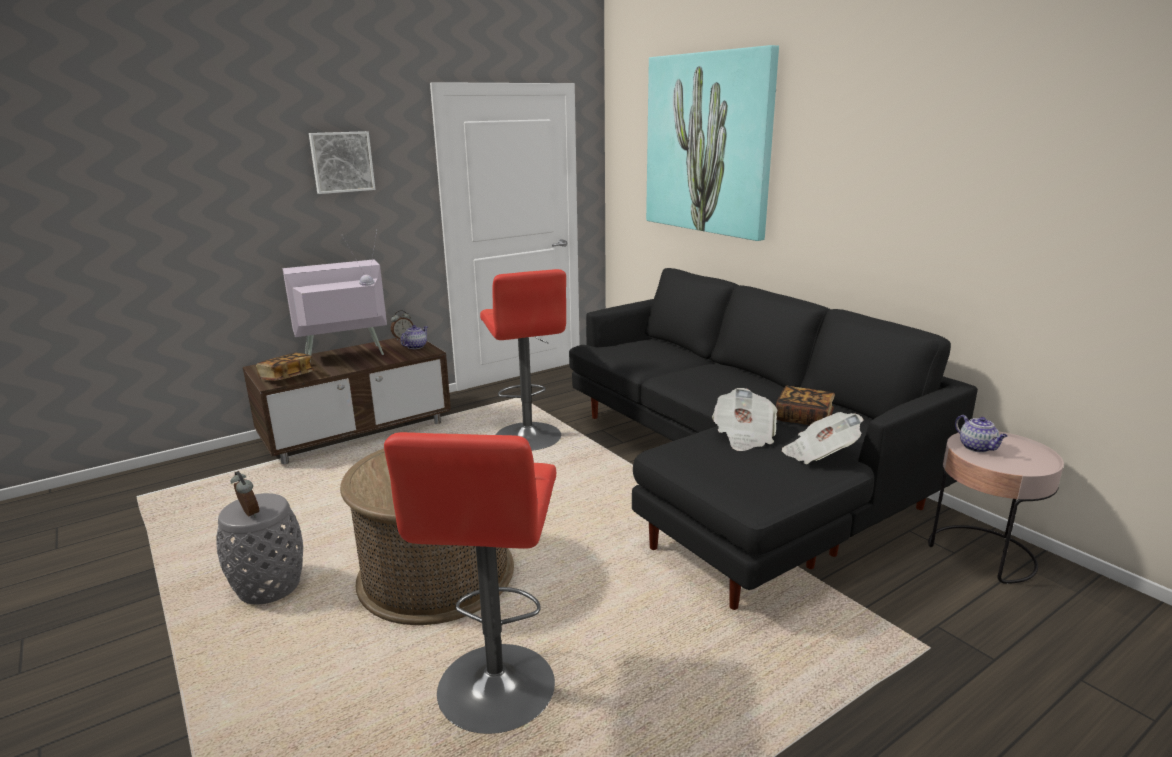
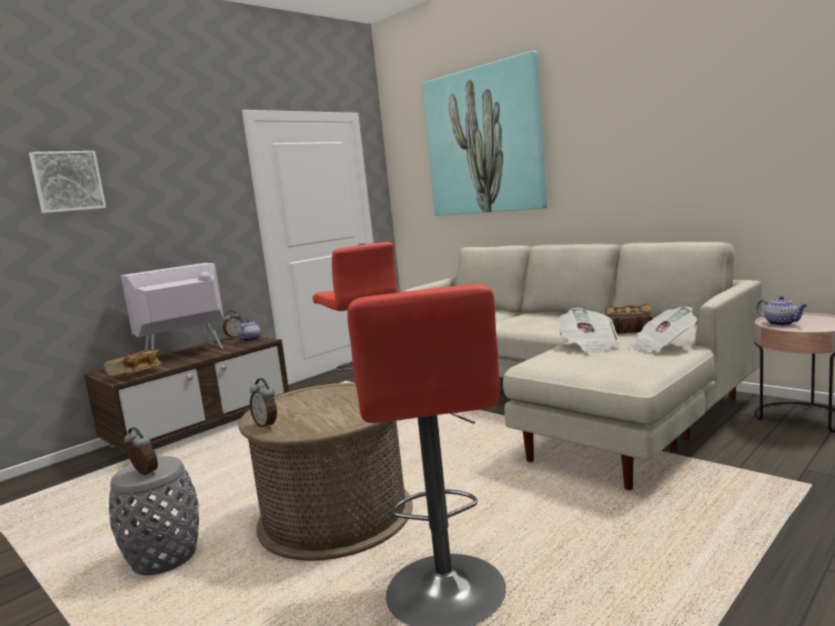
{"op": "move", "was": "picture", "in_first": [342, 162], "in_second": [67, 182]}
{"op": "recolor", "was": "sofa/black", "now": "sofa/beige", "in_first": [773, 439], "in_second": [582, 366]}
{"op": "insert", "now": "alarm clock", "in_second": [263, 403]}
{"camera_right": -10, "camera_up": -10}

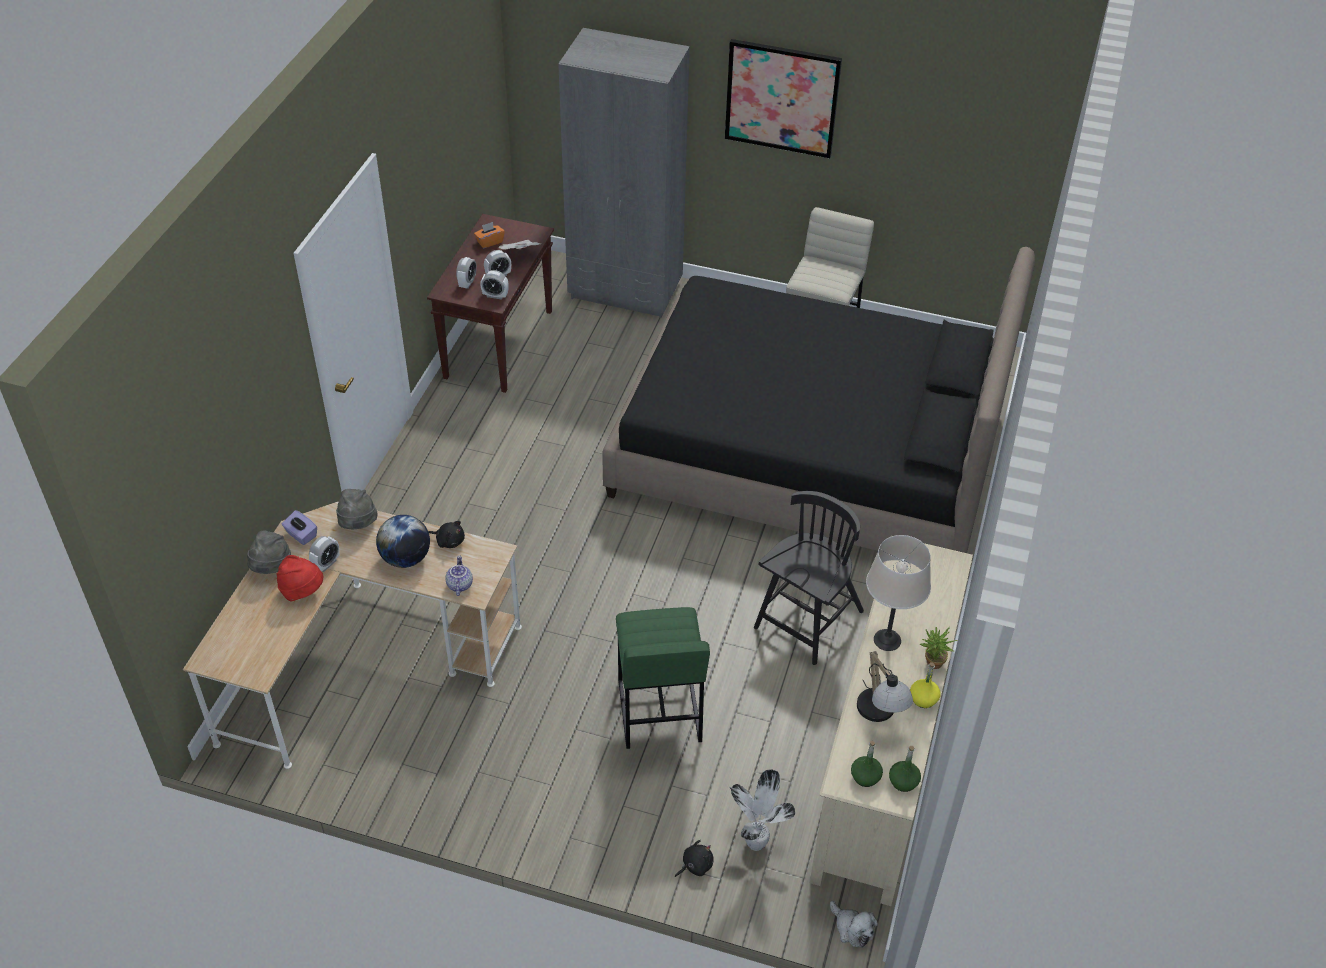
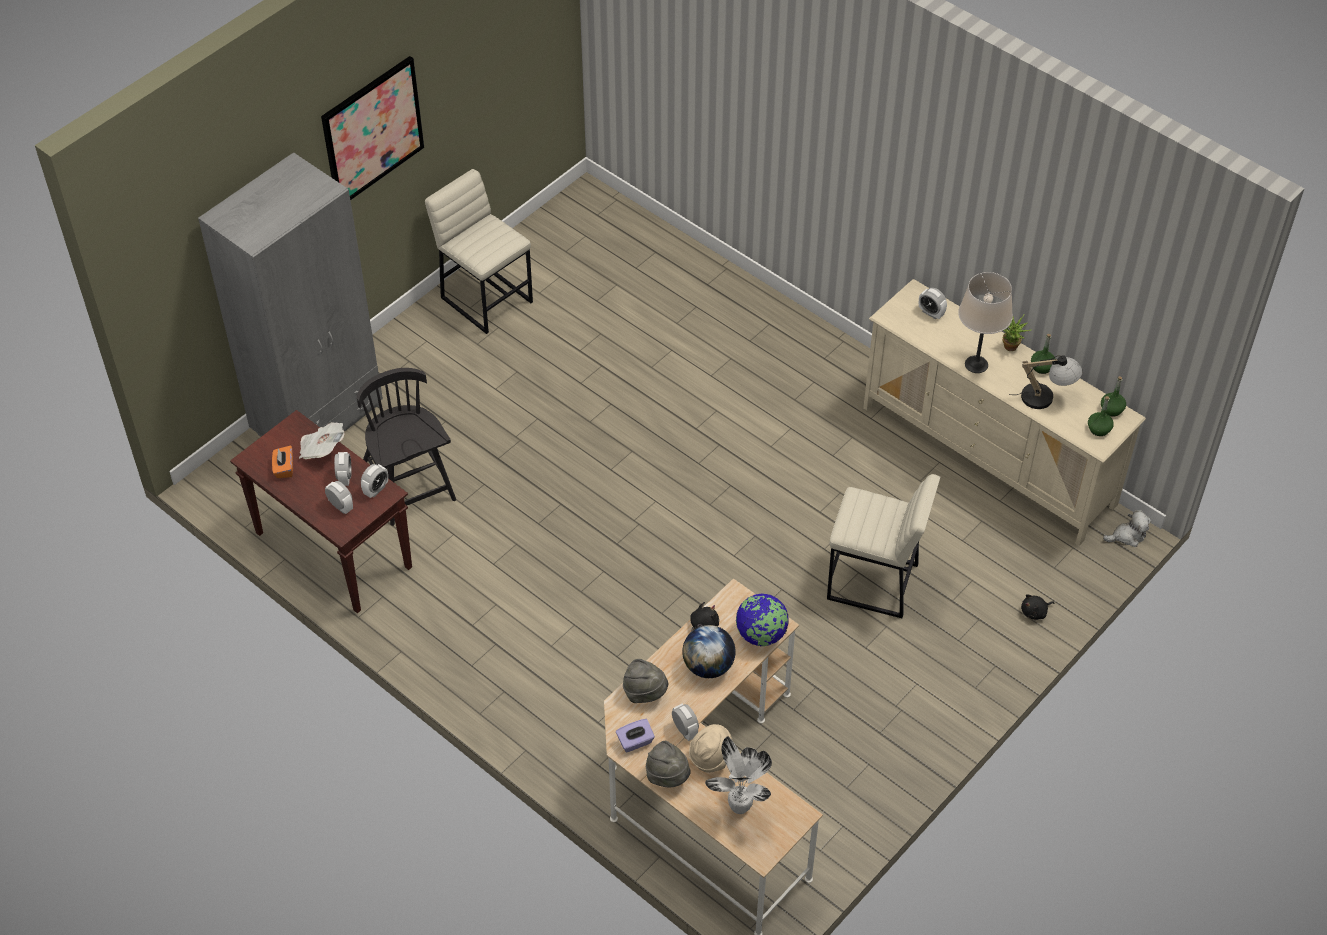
{"op": "delete", "was": "bed/black", "in_first": [819, 400]}
{"op": "move", "was": "chair/black", "in_first": [809, 578], "in_second": [406, 447]}
{"op": "recolor", "was": "hat/red", "now": "hat/beige", "in_first": [300, 578], "in_second": [711, 748]}
{"op": "replace", "was": "teapot", "now": "globe", "in_first": [459, 576], "in_second": [762, 619]}
{"op": "recolor", "was": "chair/green", "now": "chair/beige", "in_first": [663, 678], "in_second": [883, 546]}
{"op": "recolor", "was": "bottle/yellow", "now": "bottle/green", "in_first": [925, 685], "in_second": [1043, 354]}
{"op": "move", "was": "potted plant", "in_first": [762, 810], "in_second": [738, 775]}
{"op": "rotate", "was": "plush toy/black", "in_first": [694, 858], "in_second": [1038, 607], "clockwise": -105}
{"op": "insert", "now": "alarm clock", "in_second": [933, 303]}
{"camera_right": -65, "camera_up": 5}

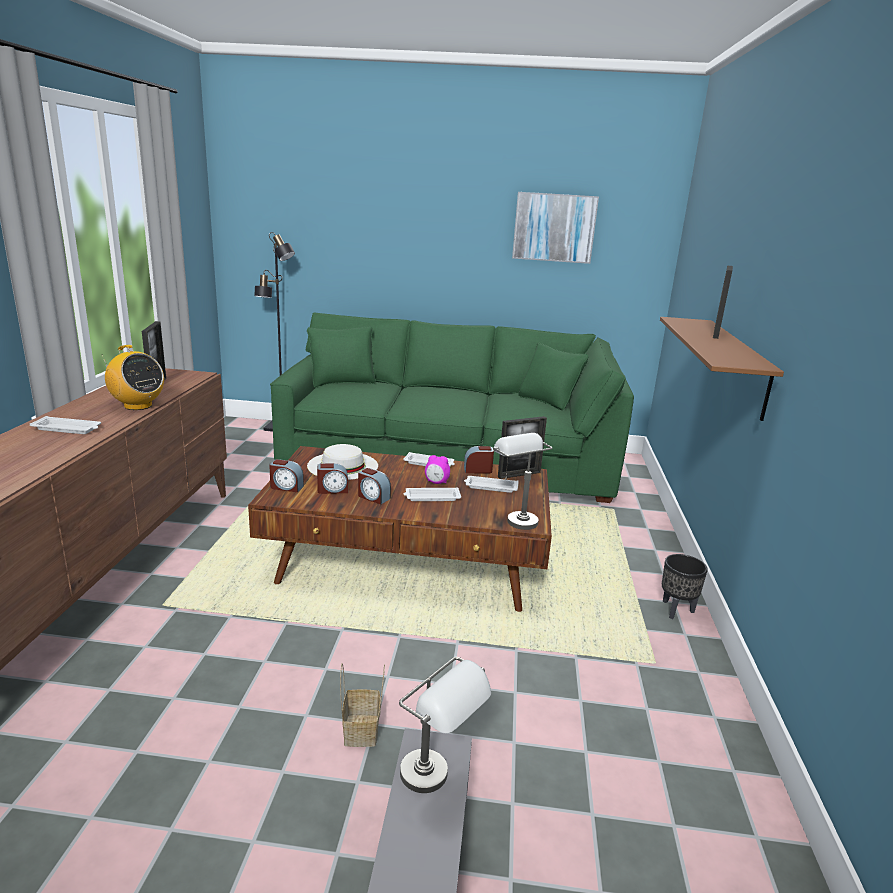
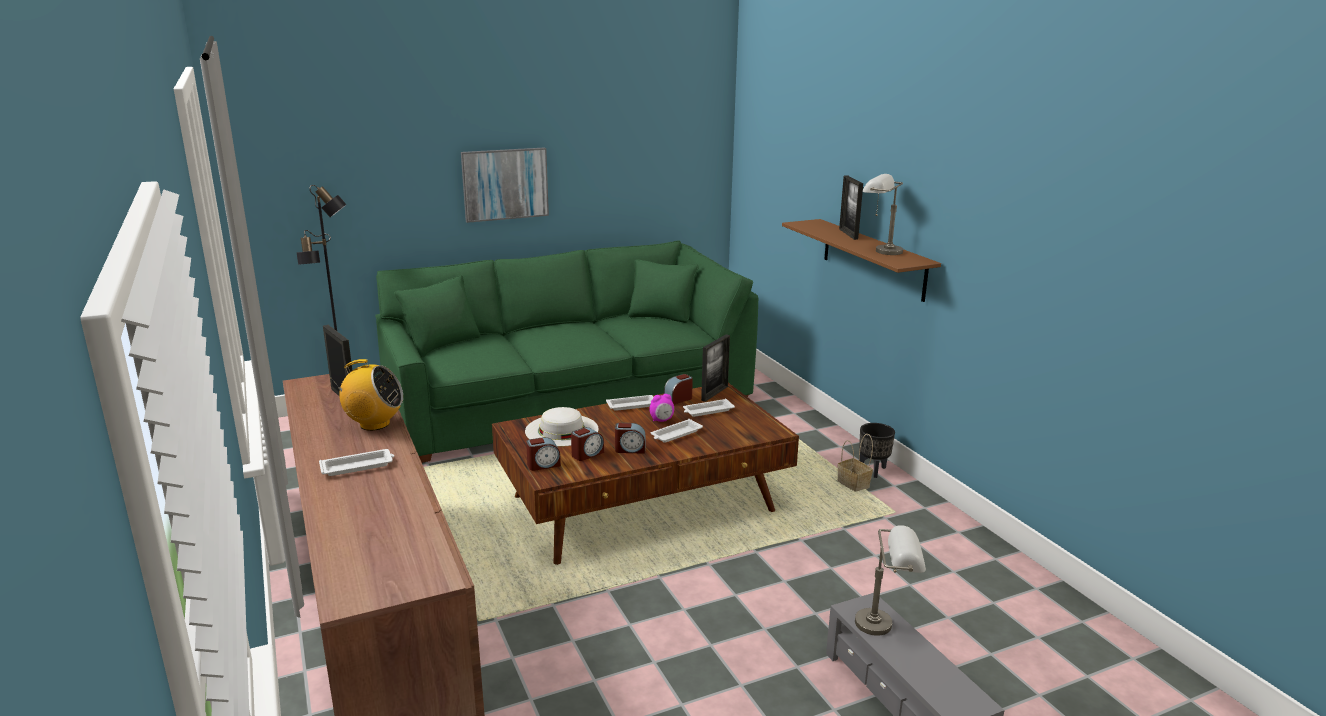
{"op": "move", "was": "picture", "in_first": [555, 228], "in_second": [505, 185]}
{"op": "move", "was": "table lamp/grey", "in_first": [522, 481], "in_second": [882, 214]}
{"op": "move", "was": "basket", "in_first": [362, 705], "in_second": [855, 463]}
{"camera_right": -30, "camera_up": 0}

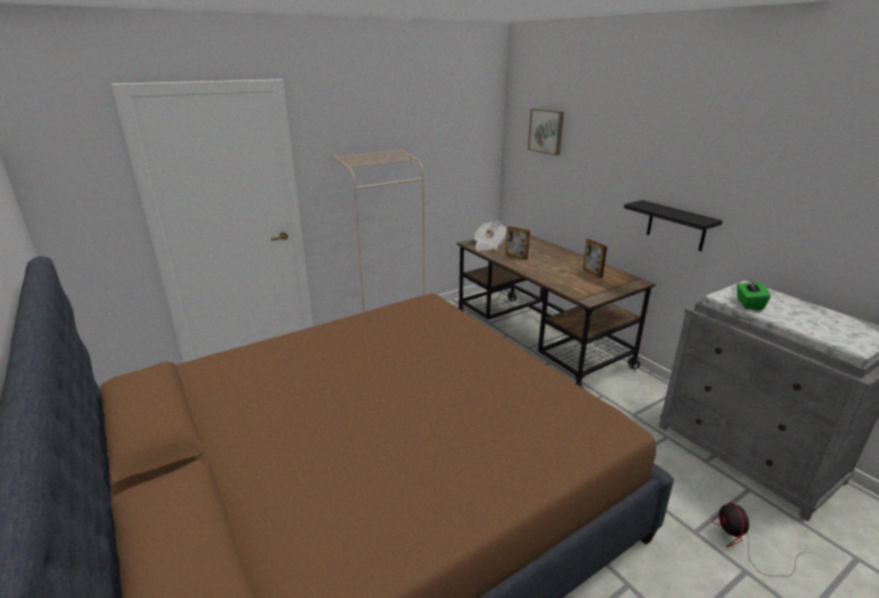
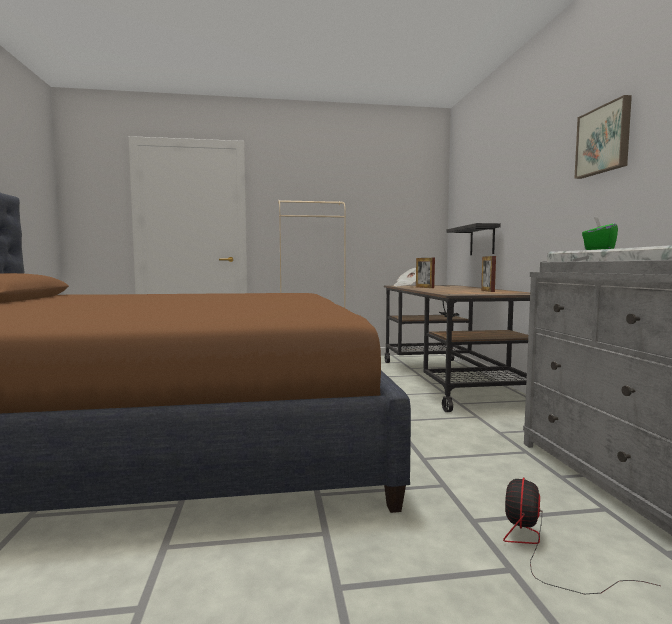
{"op": "move", "was": "picture", "in_first": [546, 132], "in_second": [603, 137]}
{"op": "move", "was": "shelf/black", "in_first": [673, 225], "in_second": [473, 239]}
{"camera_right": 25, "camera_up": -20}

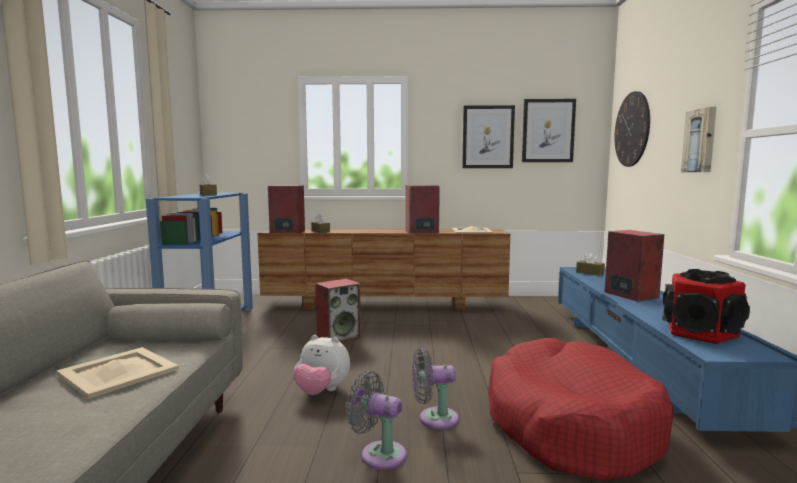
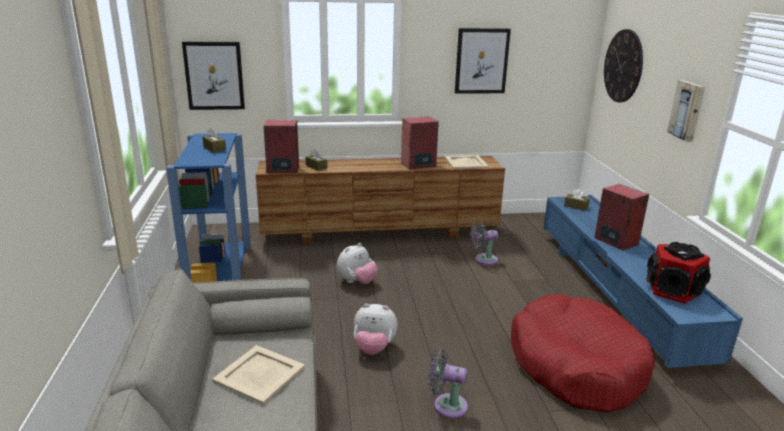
{"op": "move", "was": "picture", "in_first": [549, 130], "in_second": [213, 76]}
{"op": "replace", "was": "speaker", "now": "plush toy", "in_first": [338, 311], "in_second": [357, 263]}
{"op": "move", "was": "fan/grey", "in_first": [435, 388], "in_second": [484, 243]}
{"camera_right": -10, "camera_up": 15}

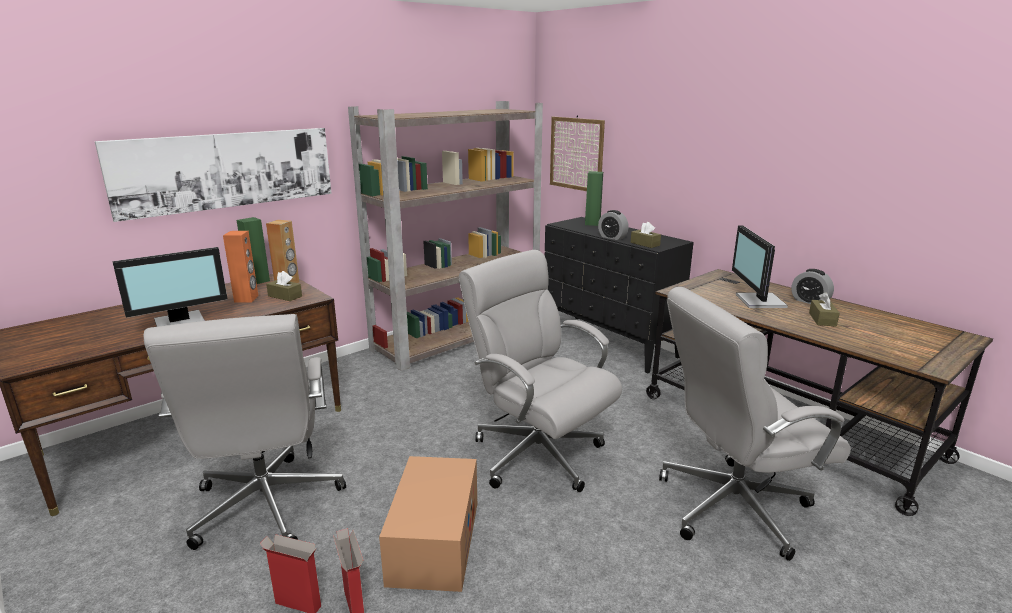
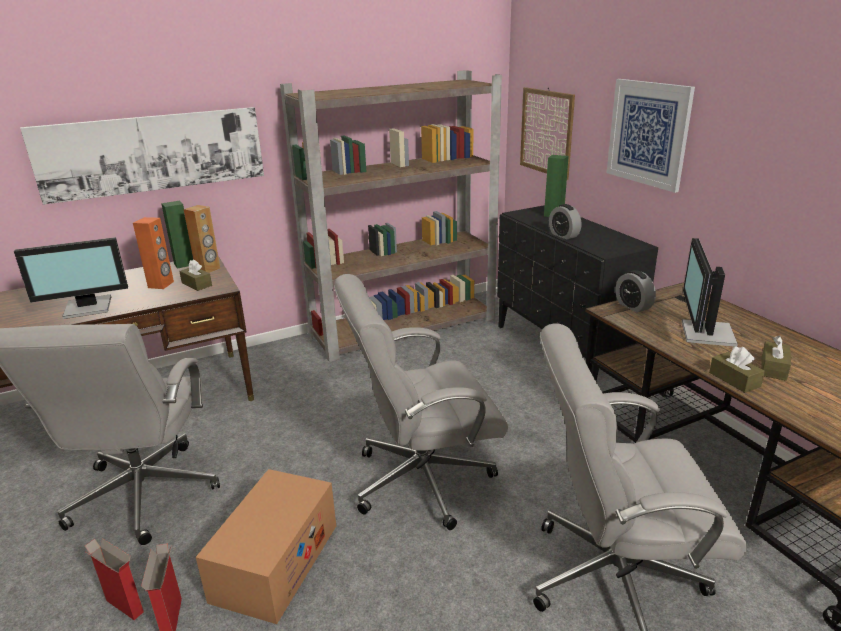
{"op": "move", "was": "tissue box/brown", "in_first": [646, 235], "in_second": [737, 369]}
{"op": "rotate", "was": "office chair/grey", "in_first": [540, 371], "in_second": [421, 402], "clockwise": -75}
{"op": "move", "was": "alarm clock", "in_first": [812, 286], "in_second": [636, 291]}
{"op": "insert", "now": "picture", "in_second": [651, 136]}
{"camera_right": 15, "camera_up": 5}

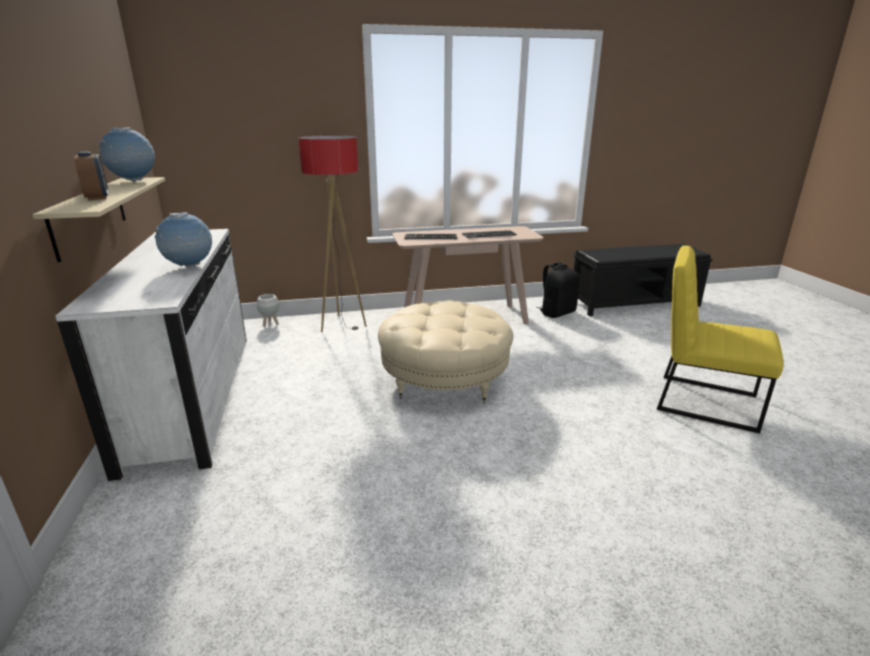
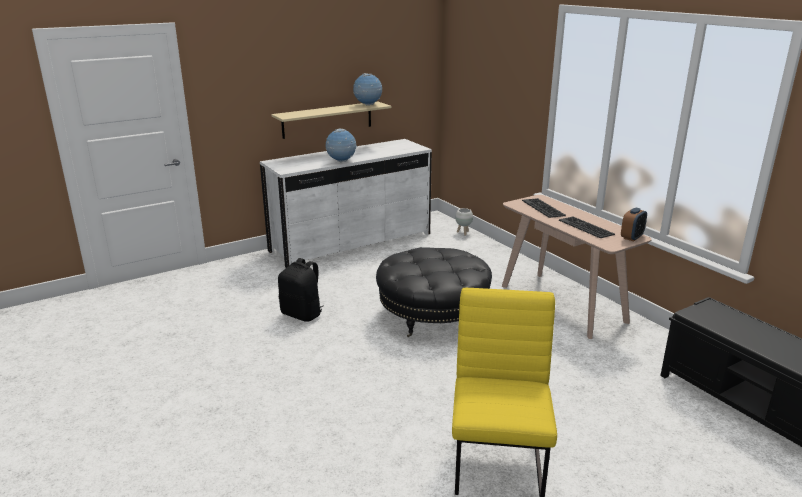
{"op": "delete", "was": "floor lamp", "in_first": [332, 233]}
{"op": "move", "was": "alarm clock", "in_first": [91, 175], "in_second": [634, 224]}
{"op": "move", "was": "backpack/black", "in_first": [558, 290], "in_second": [301, 290]}
{"op": "recolor", "was": "ottoman/beige", "now": "ottoman/black", "in_first": [446, 352], "in_second": [434, 292]}
{"camera_right": 70, "camera_up": 0}

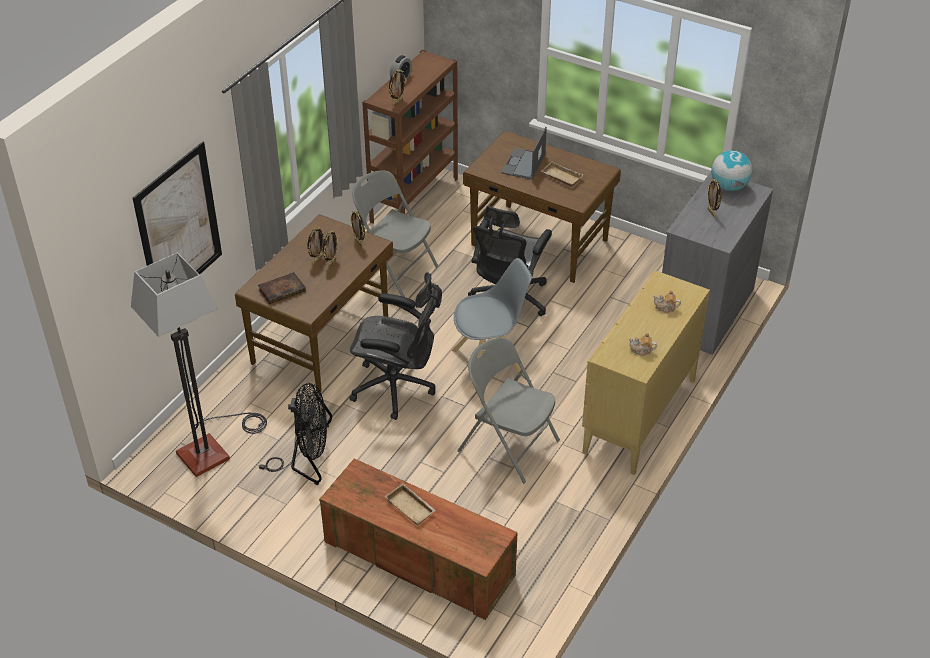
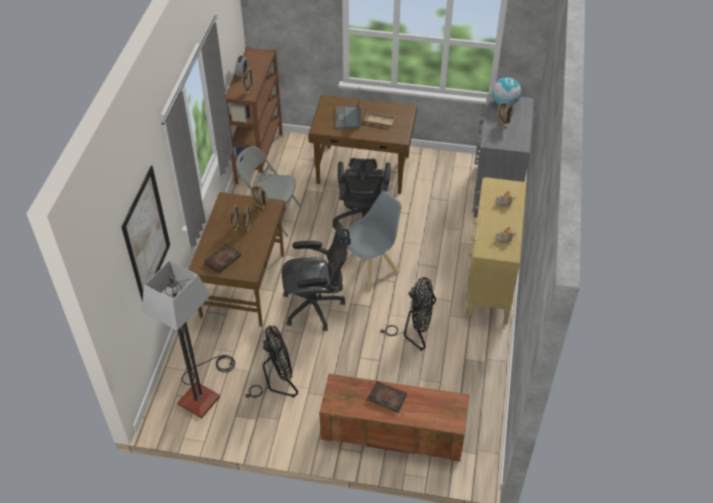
{"op": "replace", "was": "chair/grey", "now": "fan/black", "in_first": [509, 411], "in_second": [408, 314]}
{"op": "replace", "was": "tray/beige", "now": "book", "in_first": [410, 505], "in_second": [387, 397]}
{"camera_right": -20, "camera_up": 5}

